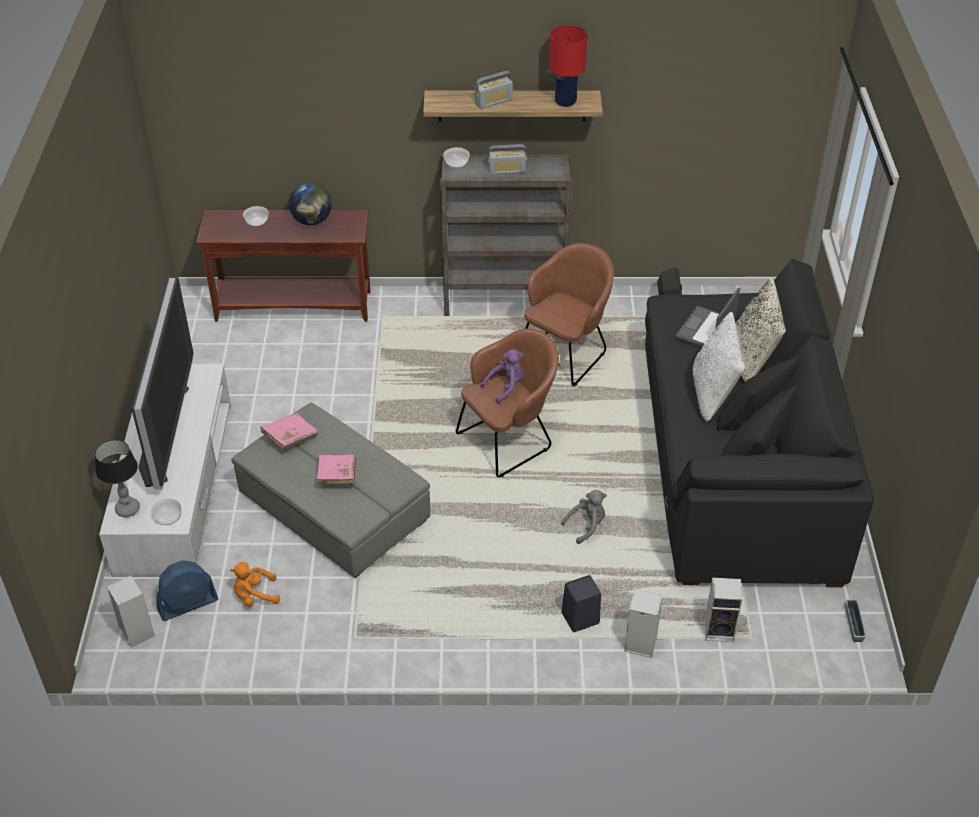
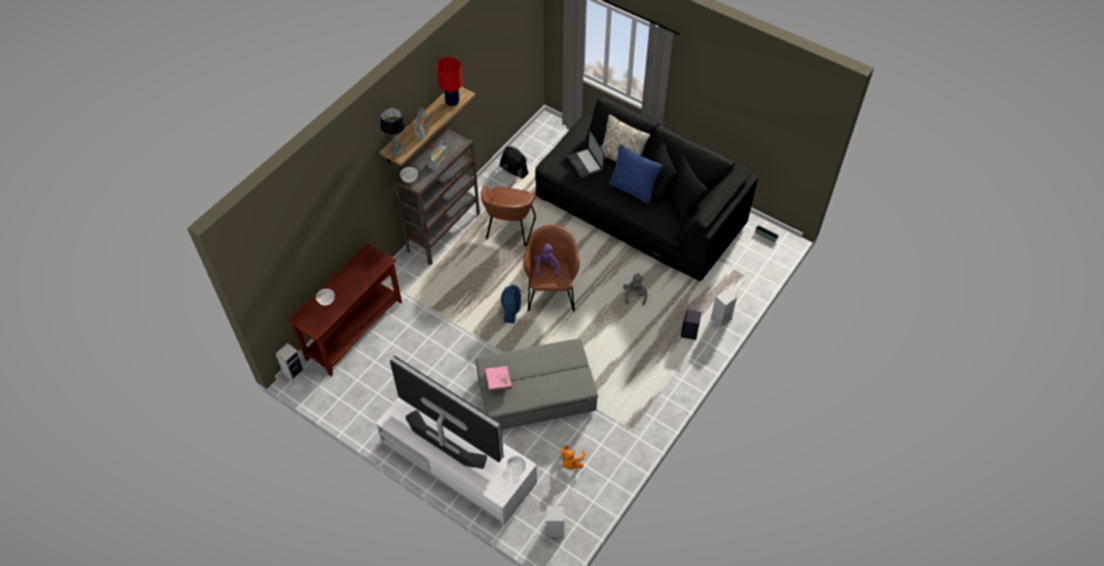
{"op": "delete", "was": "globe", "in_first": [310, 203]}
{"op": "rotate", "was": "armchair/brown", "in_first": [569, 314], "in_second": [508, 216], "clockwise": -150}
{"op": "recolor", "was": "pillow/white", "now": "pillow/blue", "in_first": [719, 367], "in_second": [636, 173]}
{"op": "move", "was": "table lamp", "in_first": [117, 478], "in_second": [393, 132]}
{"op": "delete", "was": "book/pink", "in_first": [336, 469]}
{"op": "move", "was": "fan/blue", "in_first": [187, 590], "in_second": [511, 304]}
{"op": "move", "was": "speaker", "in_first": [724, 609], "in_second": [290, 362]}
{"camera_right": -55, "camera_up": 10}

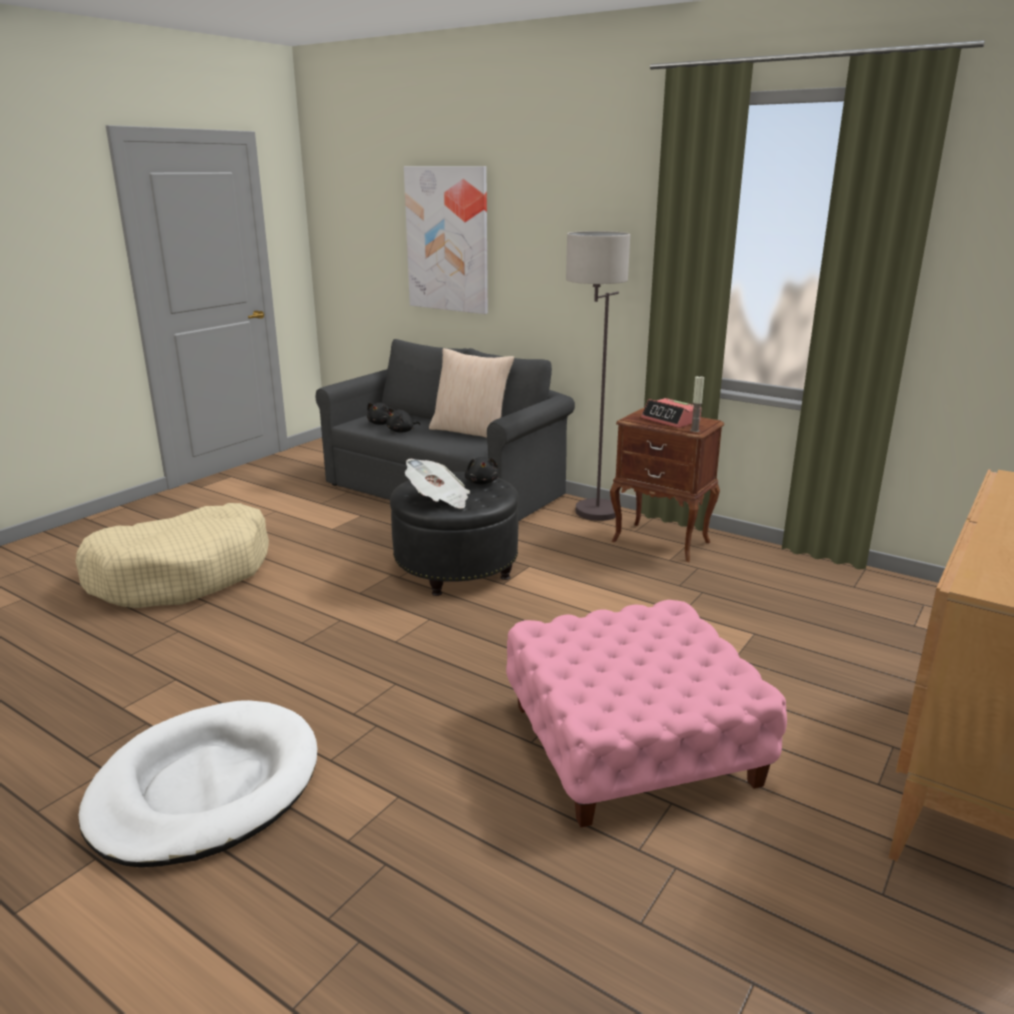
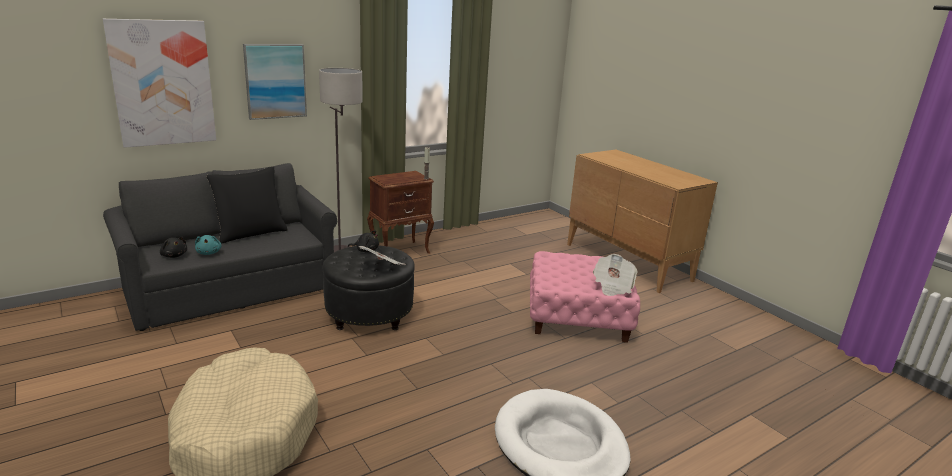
{"op": "recolor", "was": "pillow/beige", "now": "pillow/black", "in_first": [471, 393], "in_second": [247, 205]}
{"op": "delete", "was": "alarm clock", "in_first": [671, 413]}
{"op": "recolor", "was": "plush toy/black", "now": "plush toy/turquoise", "in_first": [403, 420], "in_second": [208, 245]}
{"op": "insert", "now": "picture", "in_second": [275, 82]}
{"op": "insert", "now": "newspaper", "in_second": [615, 275]}
{"camera_right": -70, "camera_up": 0}

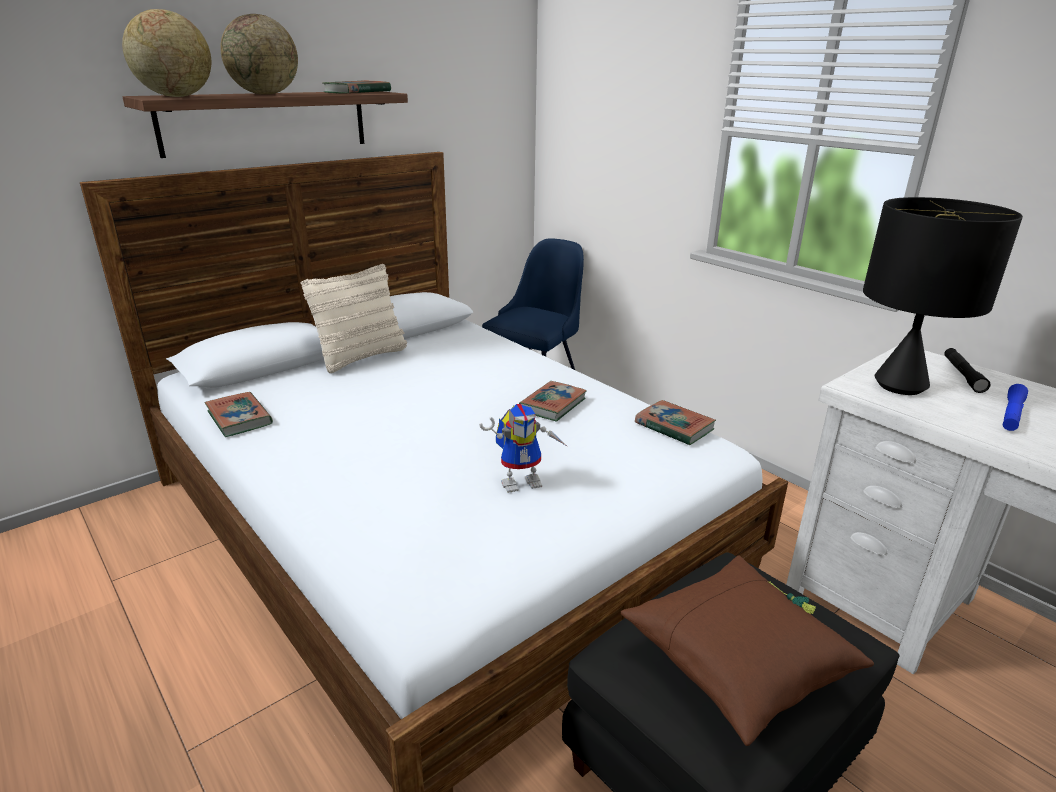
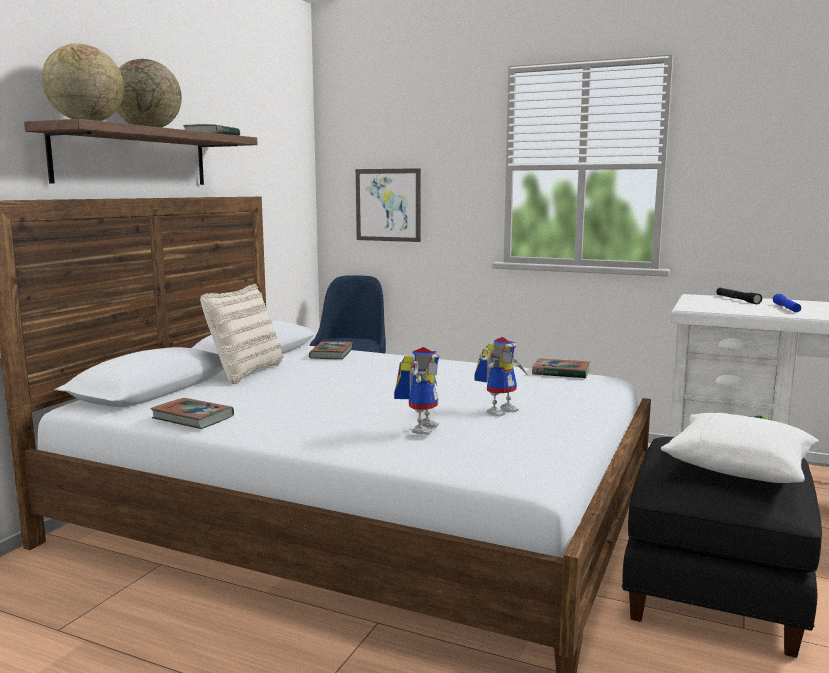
{"op": "delete", "was": "table lamp/black", "in_first": [943, 296]}
{"op": "move", "was": "book", "in_first": [553, 401], "in_second": [331, 350]}
{"op": "recolor", "was": "pillow/brown", "now": "pillow/white", "in_first": [747, 650], "in_second": [740, 448]}
{"op": "insert", "now": "picture", "in_second": [388, 205]}
{"op": "insert", "now": "toy robot", "in_second": [417, 391]}
{"camera_right": -25, "camera_up": -15}

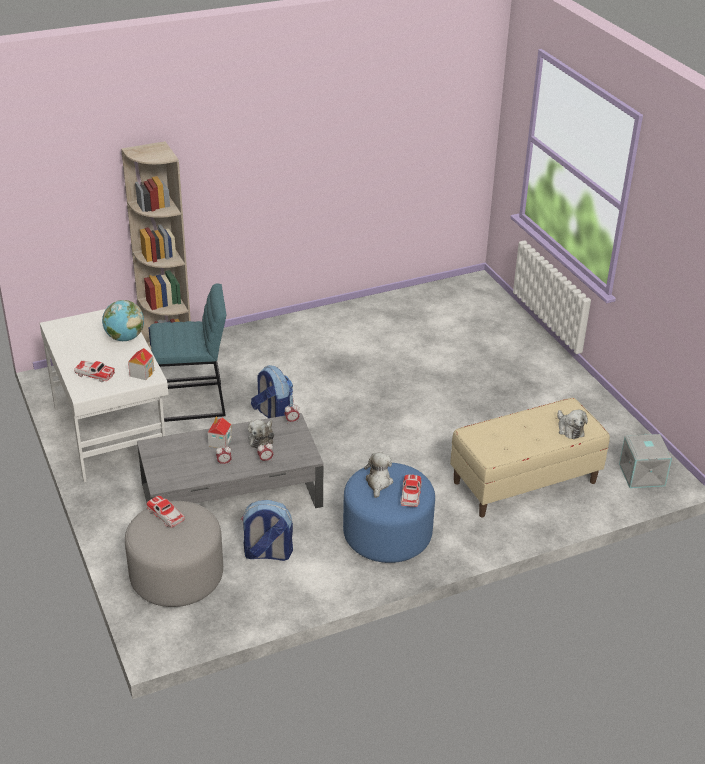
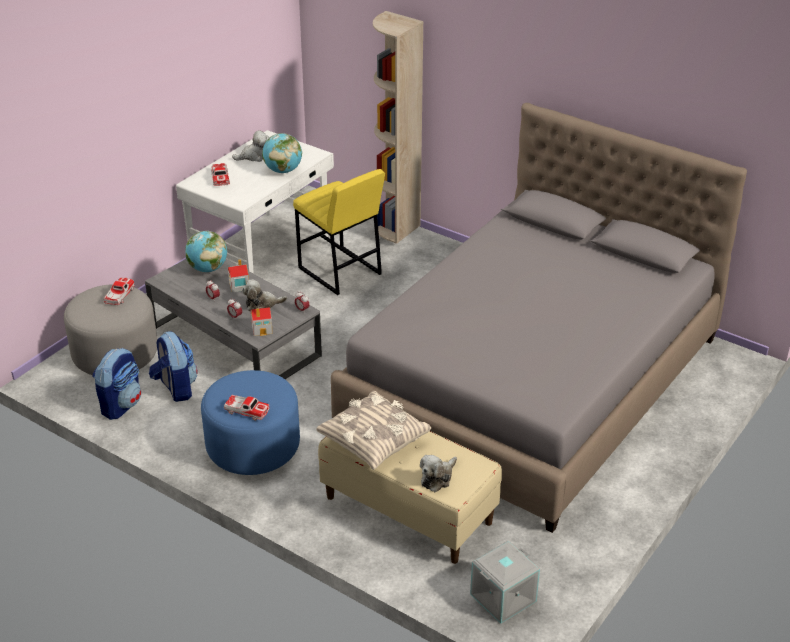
{"op": "recolor", "was": "stool/blue", "now": "stool/yellow", "in_first": [188, 352], "in_second": [339, 232]}
{"op": "move", "was": "toy house", "in_first": [141, 364], "in_second": [262, 321]}
{"op": "move", "was": "backpack", "in_first": [272, 391], "in_second": [117, 384]}
{"op": "move", "was": "plush toy", "in_first": [378, 475], "in_second": [250, 146]}
{"op": "rotate", "was": "toy car", "in_first": [411, 491], "in_second": [246, 408], "clockwise": 45}
{"op": "insert", "now": "bed/grey", "in_second": [539, 318]}
{"op": "insert", "now": "globe", "in_second": [206, 251]}
{"op": "insert", "now": "pillow/beige", "in_second": [374, 430]}
{"camera_right": 60, "camera_up": 0}

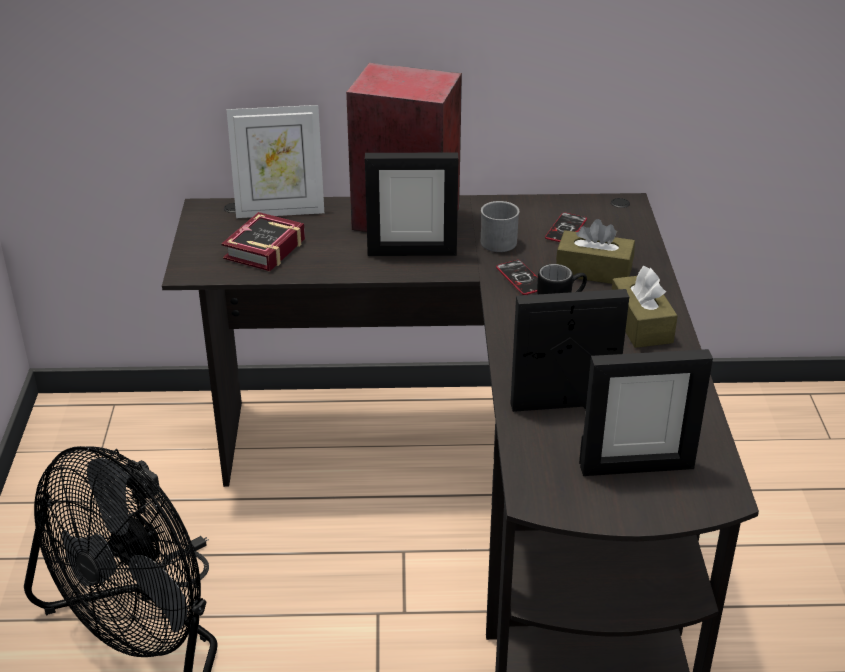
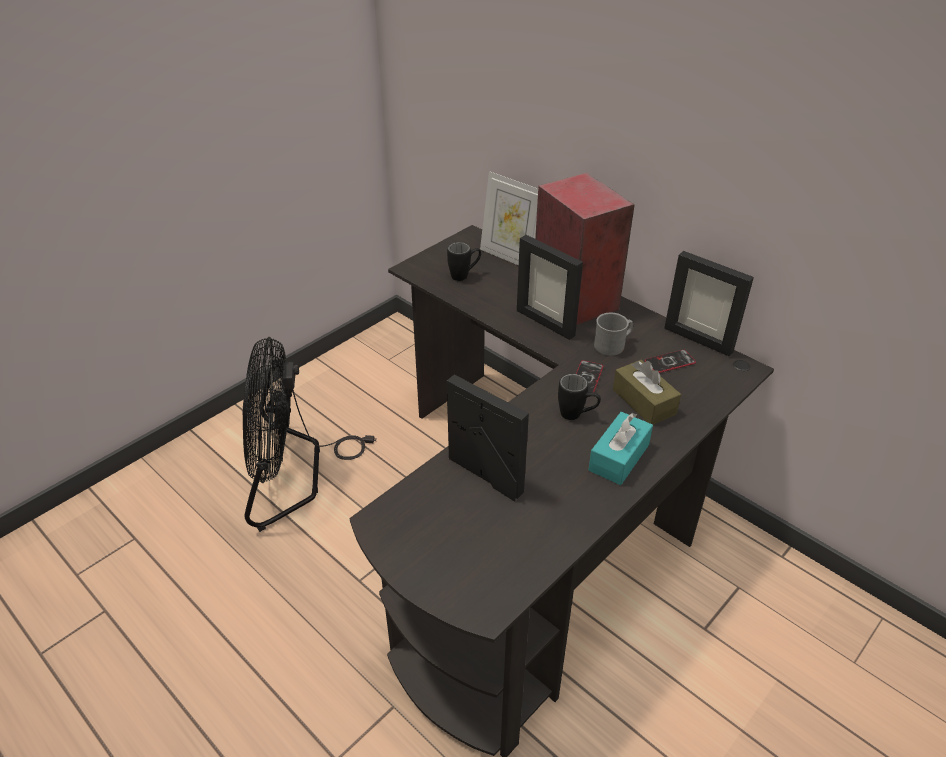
{"op": "replace", "was": "book", "now": "mug/black", "in_first": [263, 242], "in_second": [464, 261]}
{"op": "recolor", "was": "tissue box/brown", "now": "tissue box/turquoise", "in_first": [645, 307], "in_second": [620, 448]}
{"op": "move", "was": "picture frame", "in_first": [646, 412], "in_second": [709, 303]}
{"camera_right": 45, "camera_up": 5}

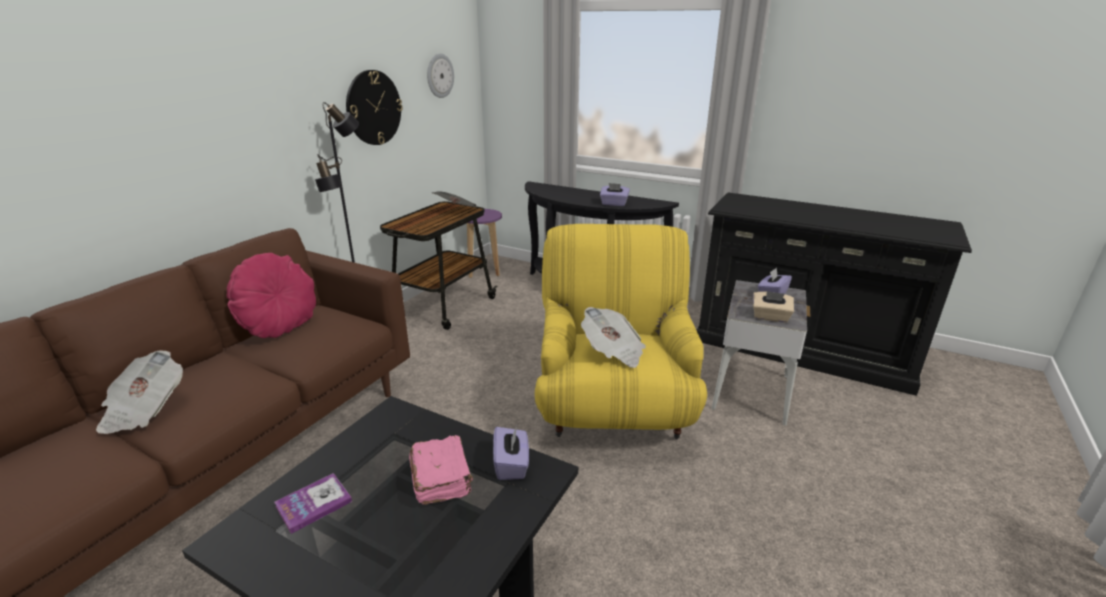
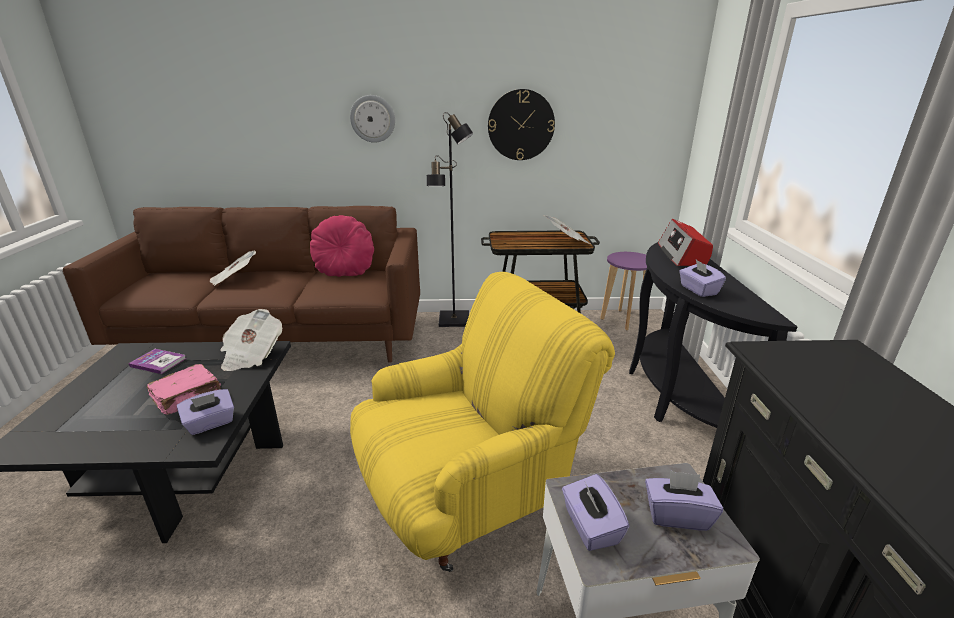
{"op": "move", "was": "wall clock", "in_first": [440, 75], "in_second": [372, 119]}
{"op": "recolor", "was": "tissue box/beige", "now": "tissue box/purple", "in_first": [773, 307], "in_second": [595, 512]}
{"op": "move", "was": "newspaper", "in_first": [613, 337], "in_second": [251, 340]}
{"op": "insert", "now": "radio", "in_second": [685, 242]}
{"camera_right": 60, "camera_up": 0}

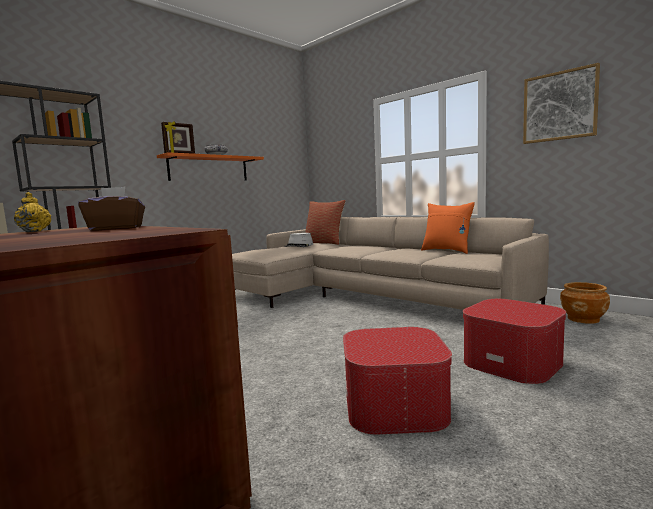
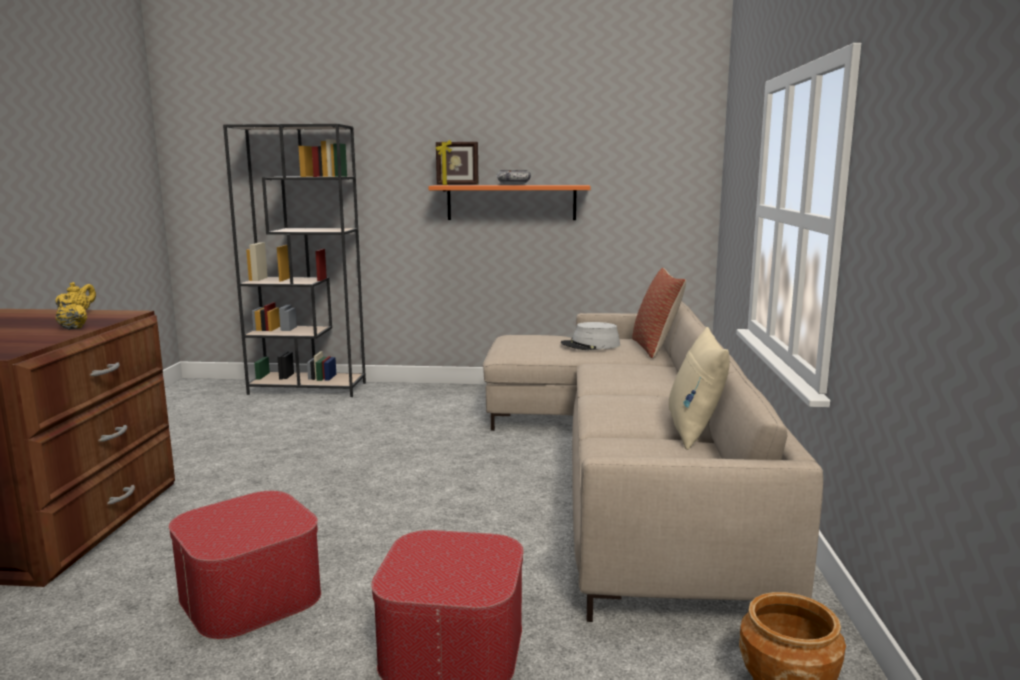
{"op": "delete", "was": "picture", "in_first": [561, 103]}
{"op": "replace", "was": "tissue box/brown", "now": "teapot/yellow", "in_first": [111, 208], "in_second": [71, 312]}
{"op": "recolor", "was": "pillow/orange", "now": "pillow/beige", "in_first": [448, 228], "in_second": [699, 388]}
{"camera_right": 50, "camera_up": 5}

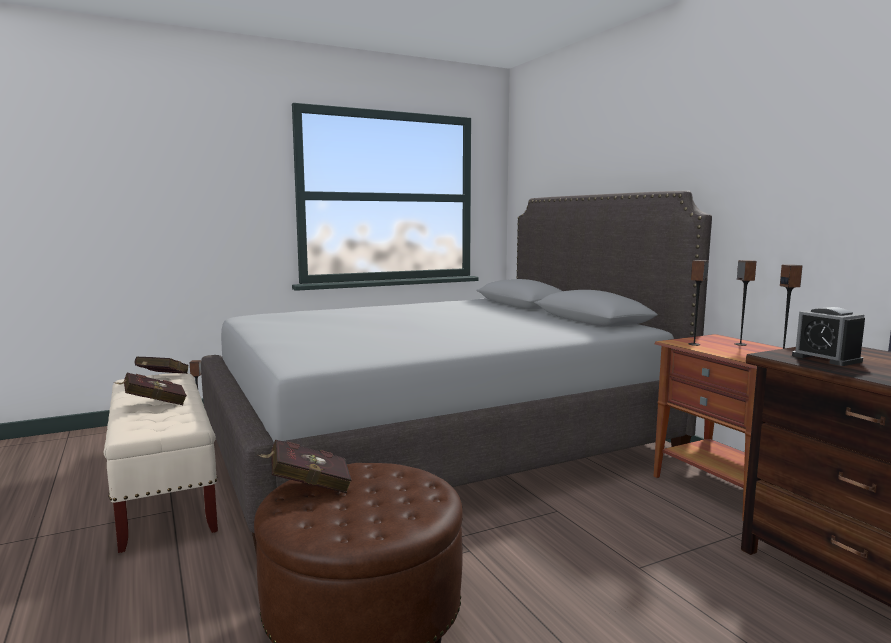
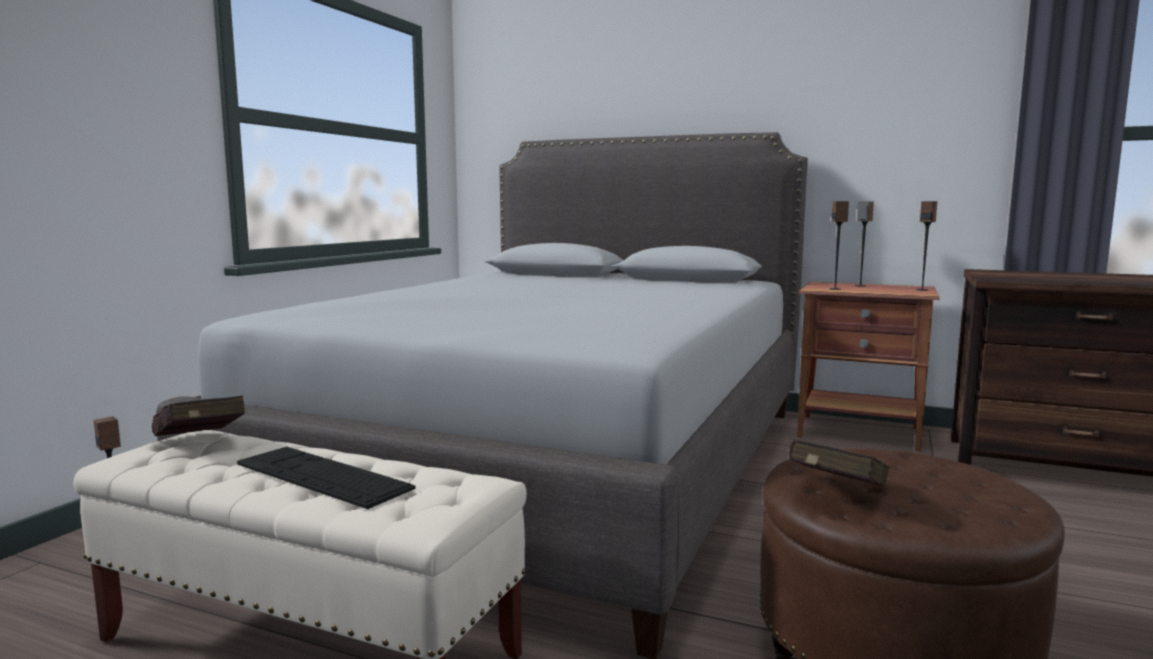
{"op": "delete", "was": "alarm clock", "in_first": [828, 336]}
{"op": "replace", "was": "book/red", "now": "keyboard", "in_first": [150, 389], "in_second": [326, 478]}
{"camera_right": -40, "camera_up": 0}

